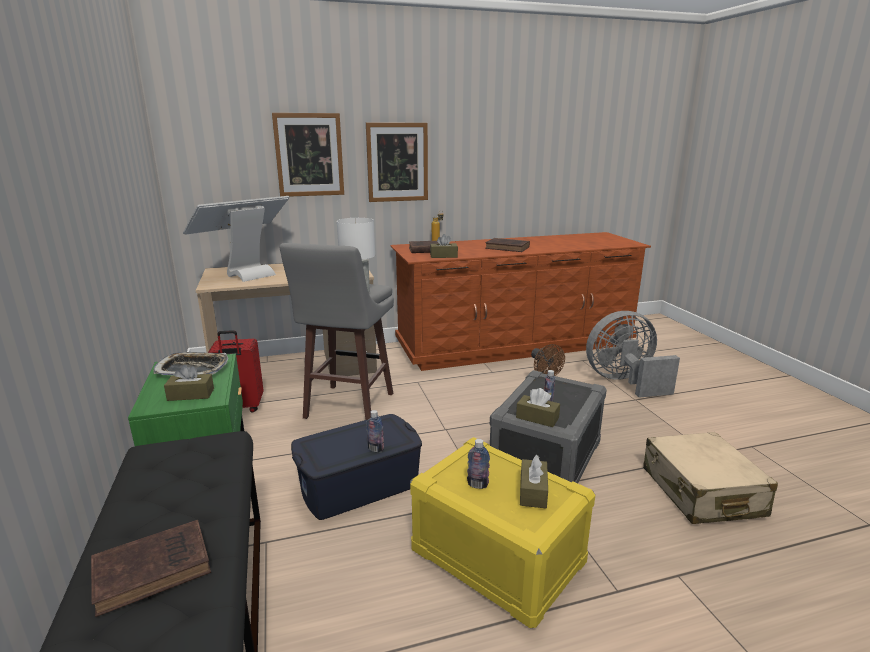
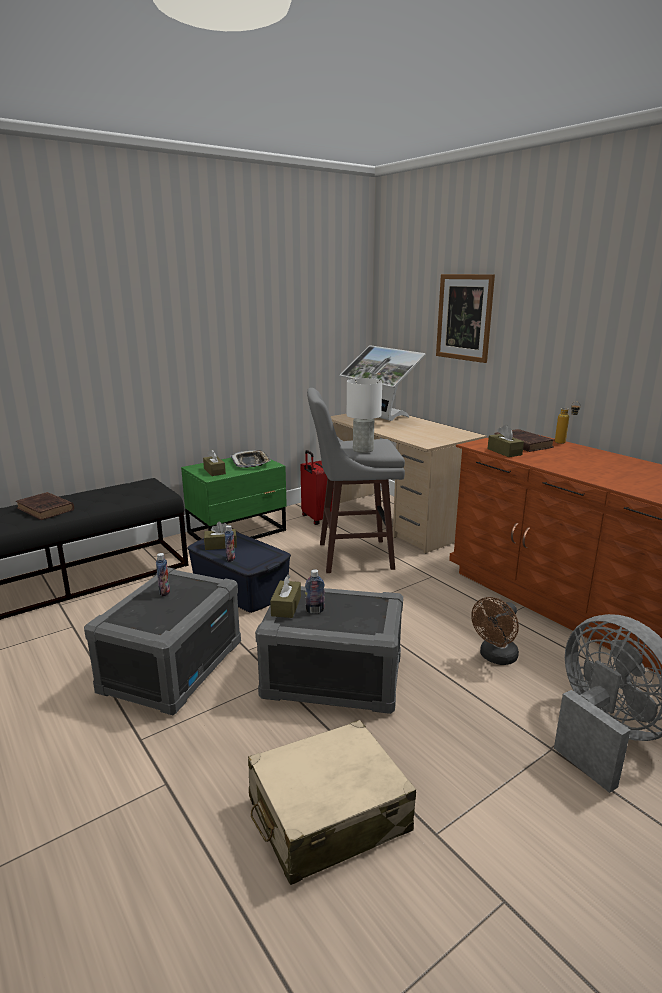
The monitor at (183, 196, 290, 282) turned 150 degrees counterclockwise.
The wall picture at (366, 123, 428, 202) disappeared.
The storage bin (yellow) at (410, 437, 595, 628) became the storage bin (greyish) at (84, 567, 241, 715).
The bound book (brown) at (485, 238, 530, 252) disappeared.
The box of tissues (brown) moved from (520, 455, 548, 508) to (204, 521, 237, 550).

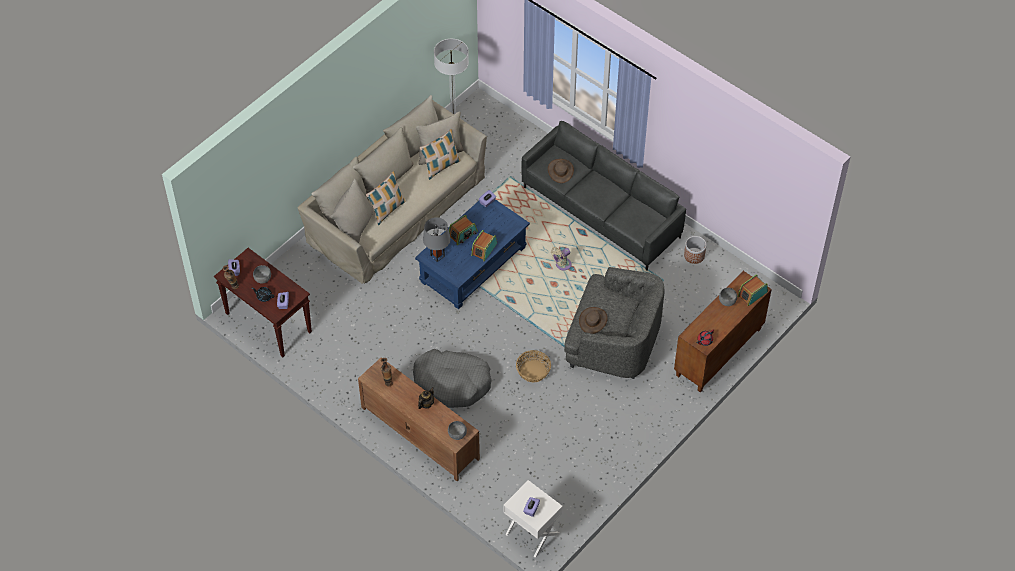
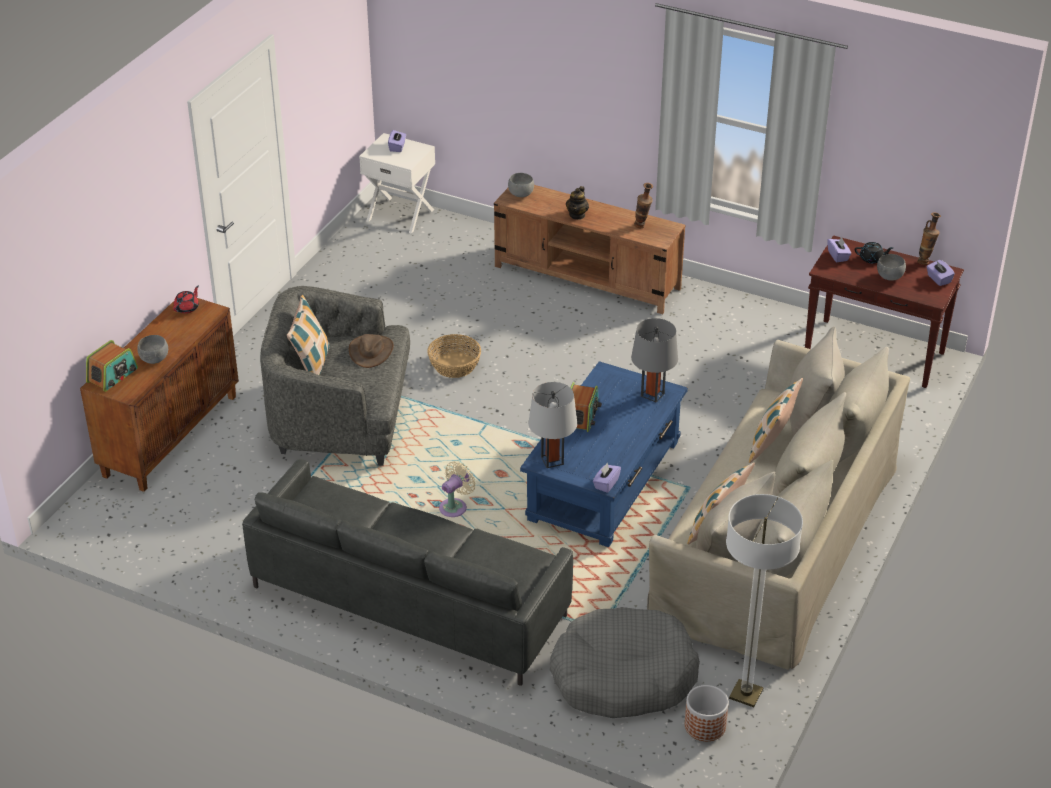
The dog bed (greyish) moved from (413, 349, 492, 408) to (550, 607, 700, 718).
The radio set at (449, 215, 478, 245) disappeared.
The wearable hat (brown) at (548, 159, 574, 183) disappeared.
The planter moved from (684, 236, 706, 264) to (685, 685, 729, 741).
The cushion at (287, 295, 330, 375) appeared.
The lamp for a table (greyish) at (528, 382, 577, 468) appeared.

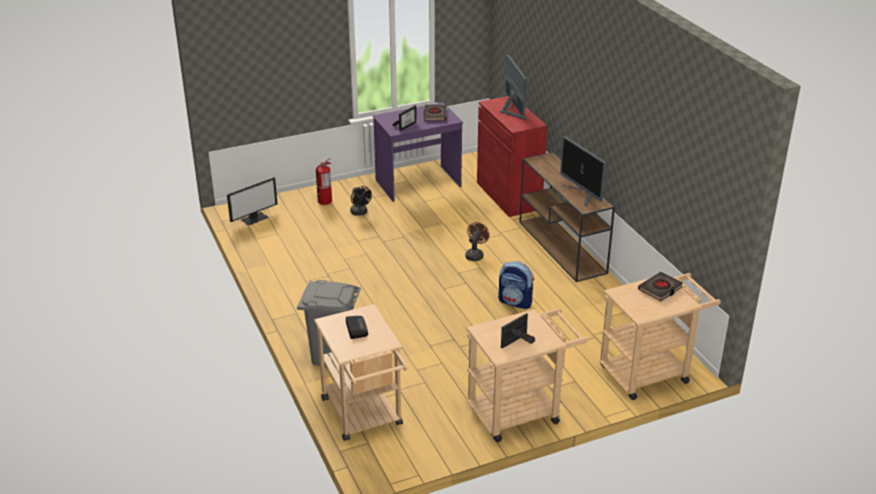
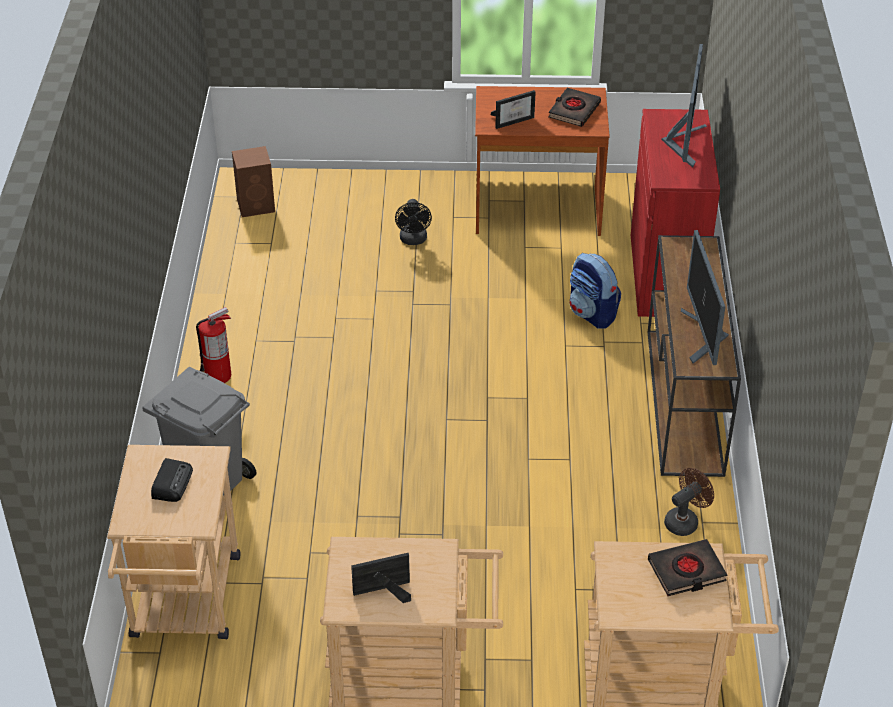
The monitor at (227, 177, 278, 226) was replaced by the loudspeaker (brown) at (232, 146, 275, 217).
The fire extinguisher moved from (316, 157, 332, 205) to (196, 307, 231, 383).
The desk (purple-coloured) at (373, 102, 463, 202) became the desk (brown) at (475, 86, 610, 236).
The electric fan (brown) moved from (465, 222, 489, 261) to (664, 468, 714, 536).
The backpack moved from (498, 261, 534, 309) to (570, 253, 621, 328).

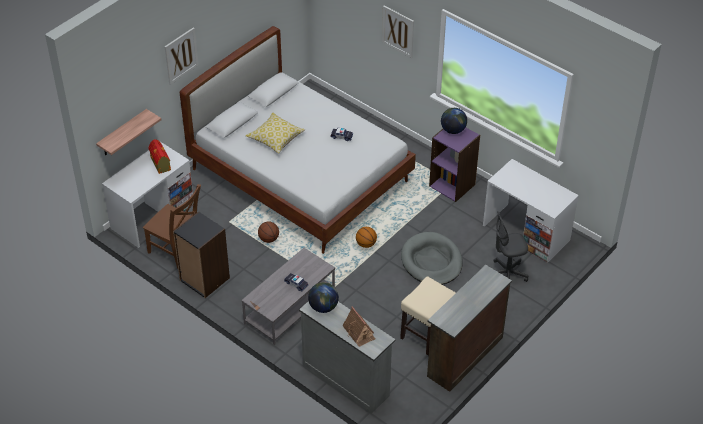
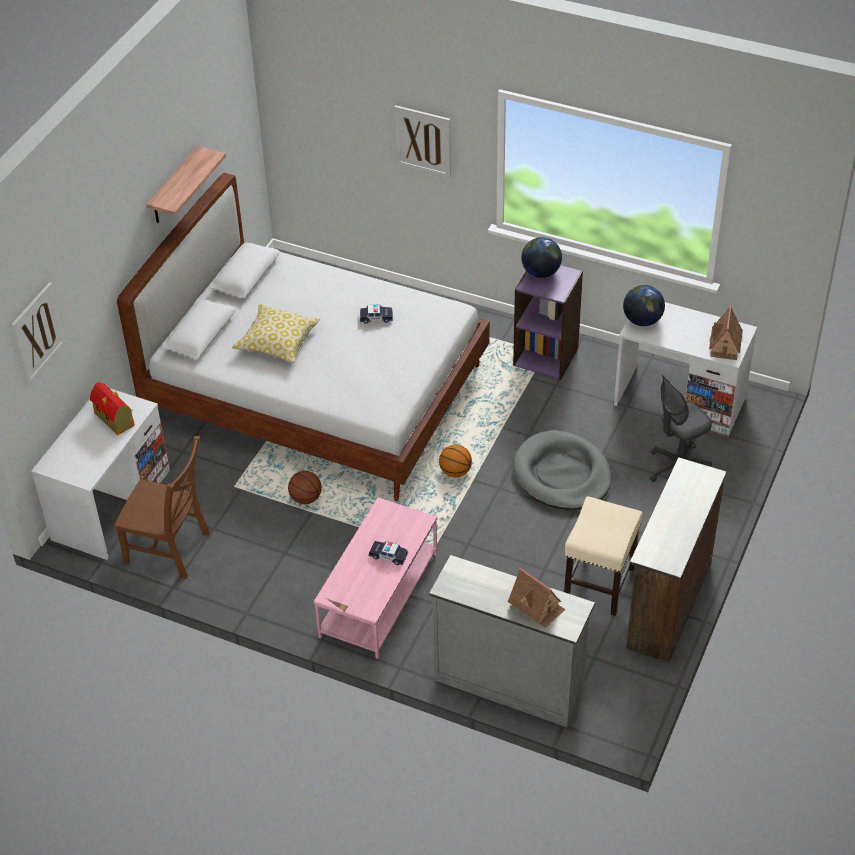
The bracket shelf moved from (96, 109, 161, 155) to (146, 146, 226, 223).
The wall picture moved from (165, 27, 199, 85) to (11, 282, 66, 385).
The bookshelf (black) at (173, 212, 230, 298) disappeared.
The lounge table (greyish) at (241, 248, 335, 345) became the lounge table (pinkish) at (314, 498, 437, 659).
The desk globe moved from (308, 282, 339, 313) to (623, 285, 665, 326).
The toy house at (709, 306, 743, 360) appeared.

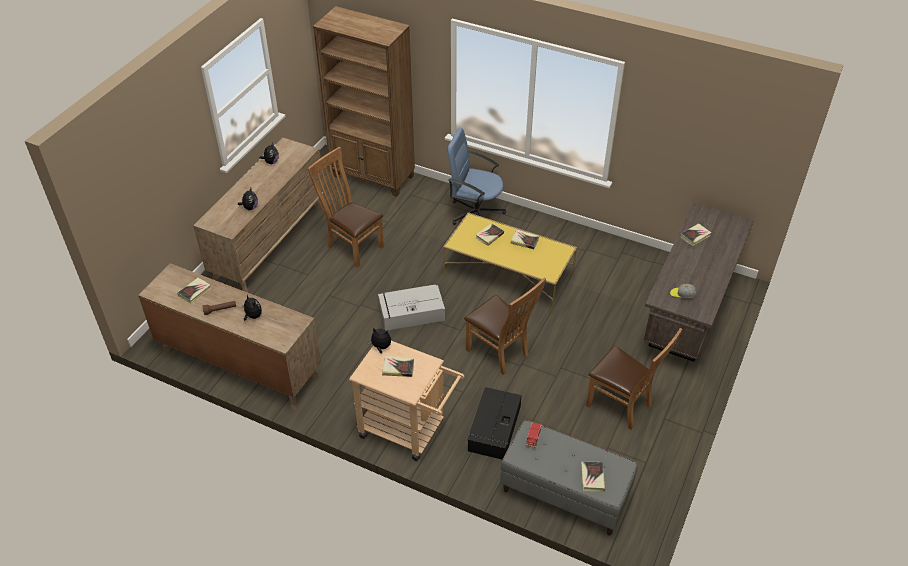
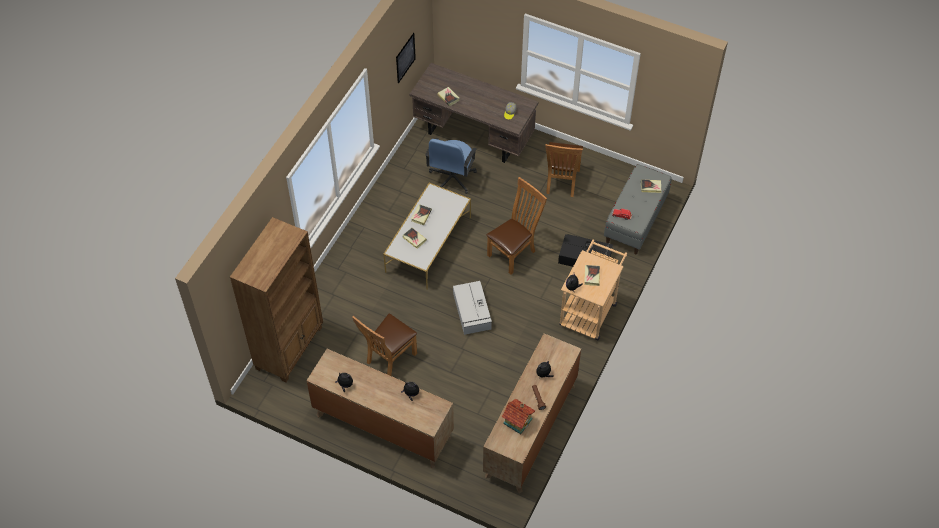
The bound book at (177, 278, 211, 304) was replaced by the toy house at (501, 399, 535, 434).
The lounge table (yellow) at (443, 212, 577, 313) became the lounge table (white) at (383, 183, 471, 290).
The office chair (bluish) moved from (448, 128, 506, 225) to (425, 138, 477, 194).
The chair (brown) at (586, 328, 682, 430) turned 150 degrees clockwise.
The wall picture at (396, 33, 416, 83) appeared.

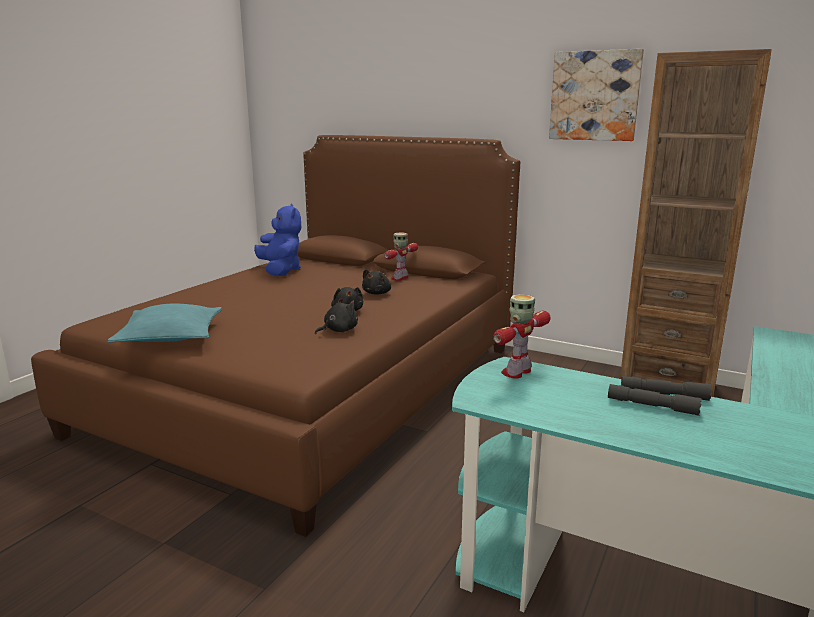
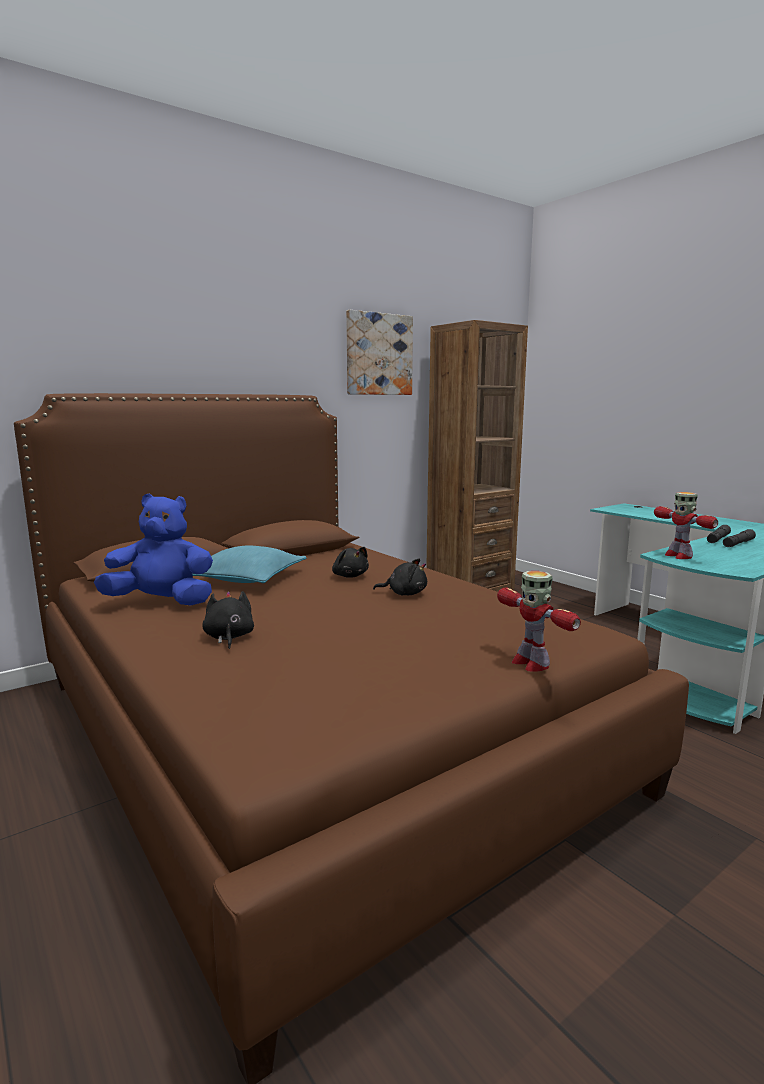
The cushion (turquoise-coloured) moved from (107, 304, 222, 343) to (192, 545, 306, 583).
The cuddly toy (black) moved from (315, 298, 358, 334) to (202, 591, 254, 649).
The model robot moved from (384, 232, 418, 281) to (497, 571, 581, 672).

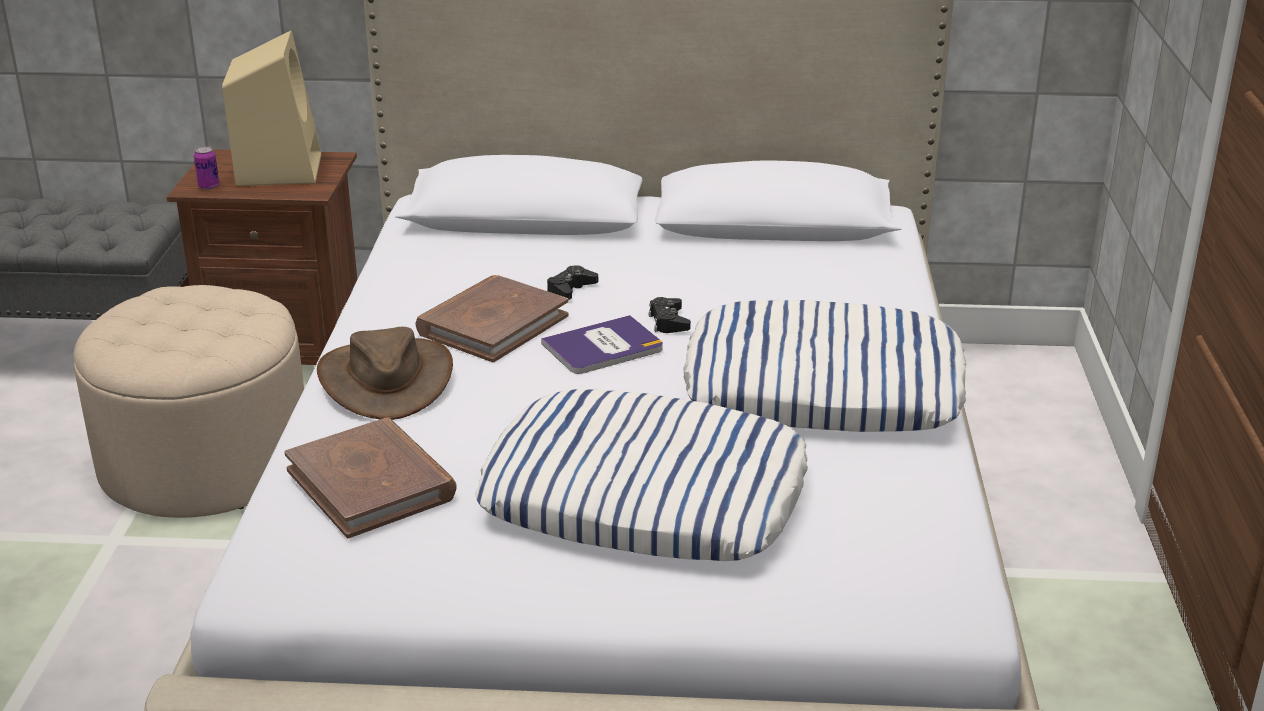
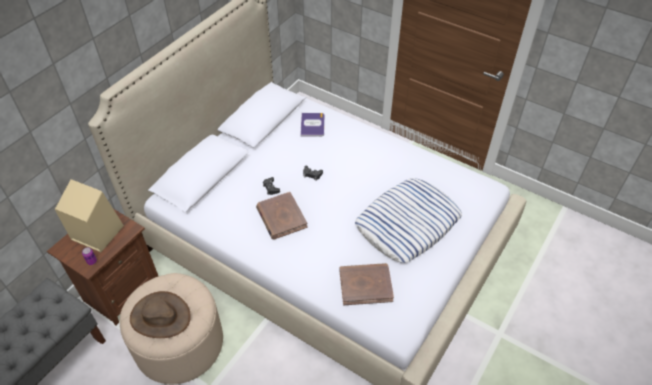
The wearable hat (brown) moved from (317, 327, 453, 420) to (130, 291, 191, 338).
The bound book moved from (541, 315, 663, 374) to (300, 113, 324, 137).
The cushion at (683, 300, 966, 432) disappeared.

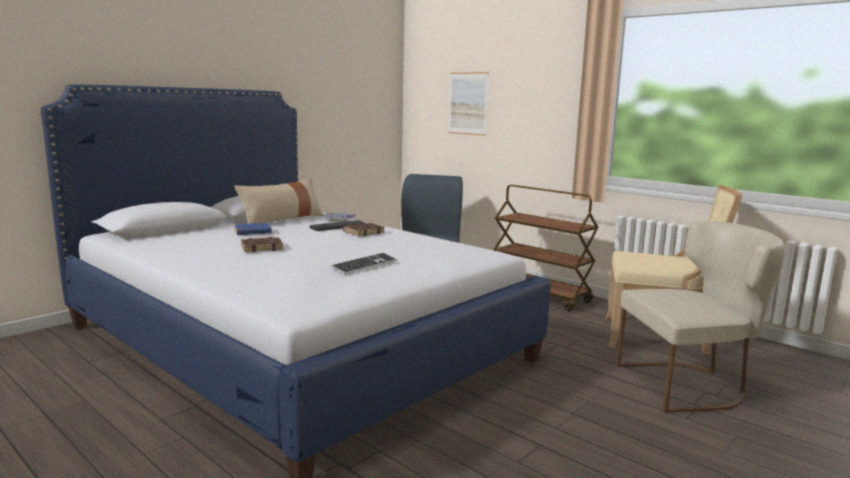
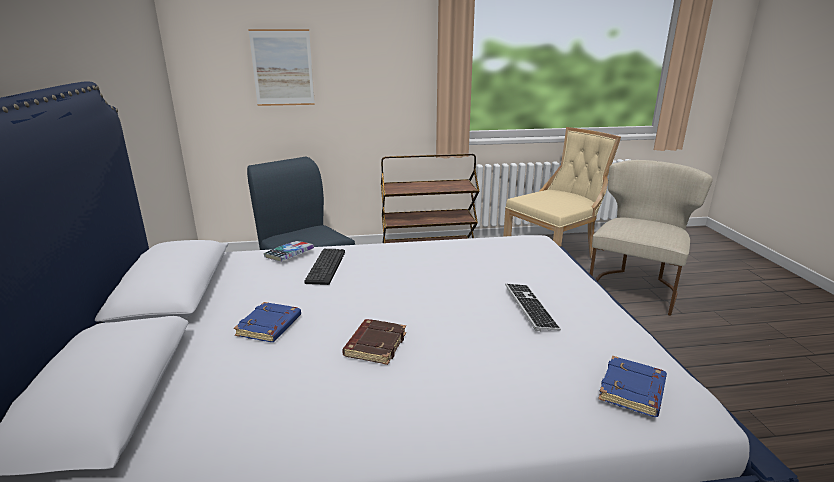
The cushion (beige) at (234, 178, 323, 224) disappeared.
The bound book (brown) at (343, 223, 385, 236) disappeared.
The bound book (bluish) at (598, 356, 667, 417) appeared.

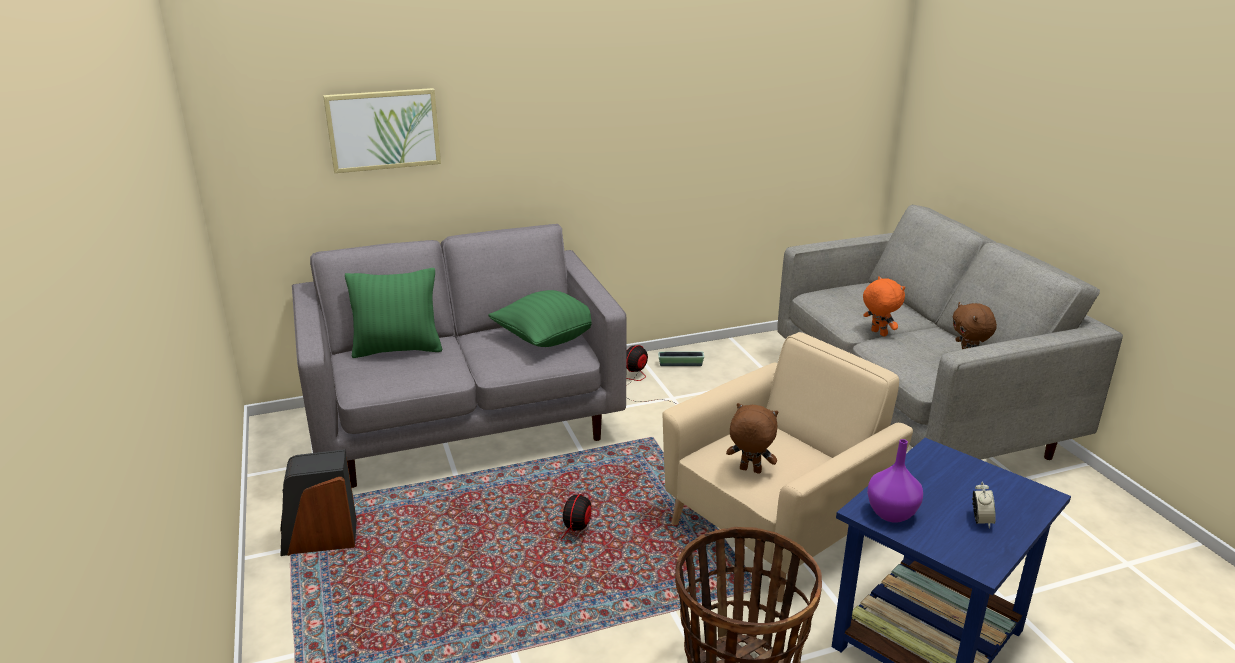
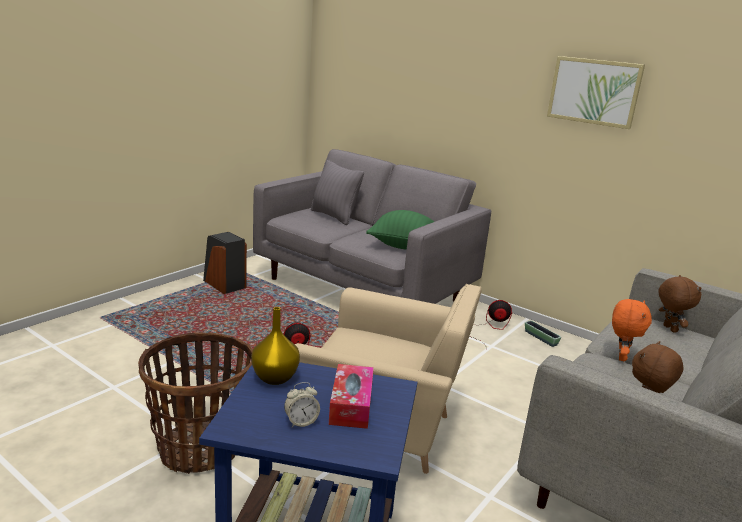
The wall picture moved from (323, 88, 441, 173) to (547, 56, 645, 129).
The cushion (green-coloured) at (345, 268, 442, 358) became the cushion (greyish) at (311, 160, 364, 225).
The cuddly toy (brown) moved from (726, 403, 778, 474) to (659, 275, 702, 333).
The vase (purple-coloured) at (867, 439, 923, 523) became the vase (yellow) at (251, 307, 300, 385).
The box of tissues at (329, 364, 374, 429) appeared.

